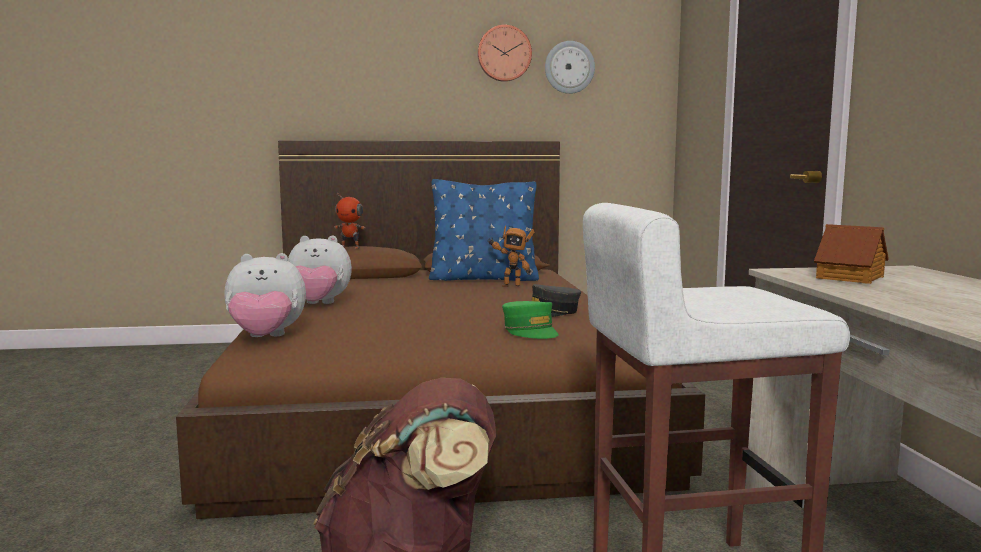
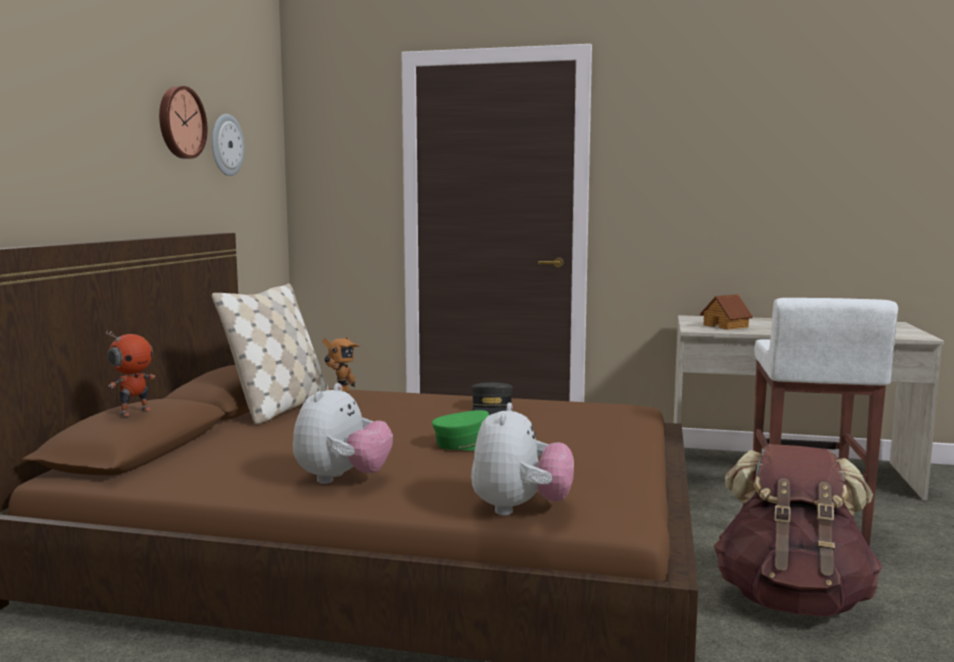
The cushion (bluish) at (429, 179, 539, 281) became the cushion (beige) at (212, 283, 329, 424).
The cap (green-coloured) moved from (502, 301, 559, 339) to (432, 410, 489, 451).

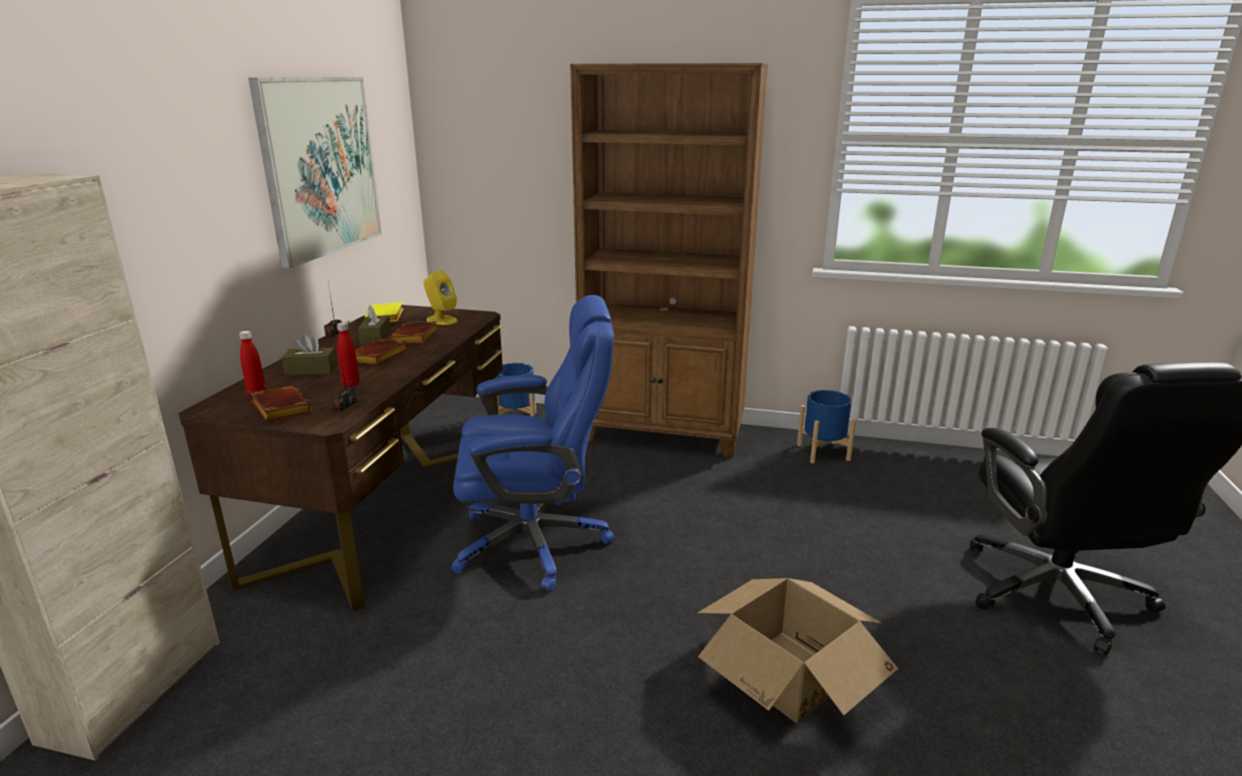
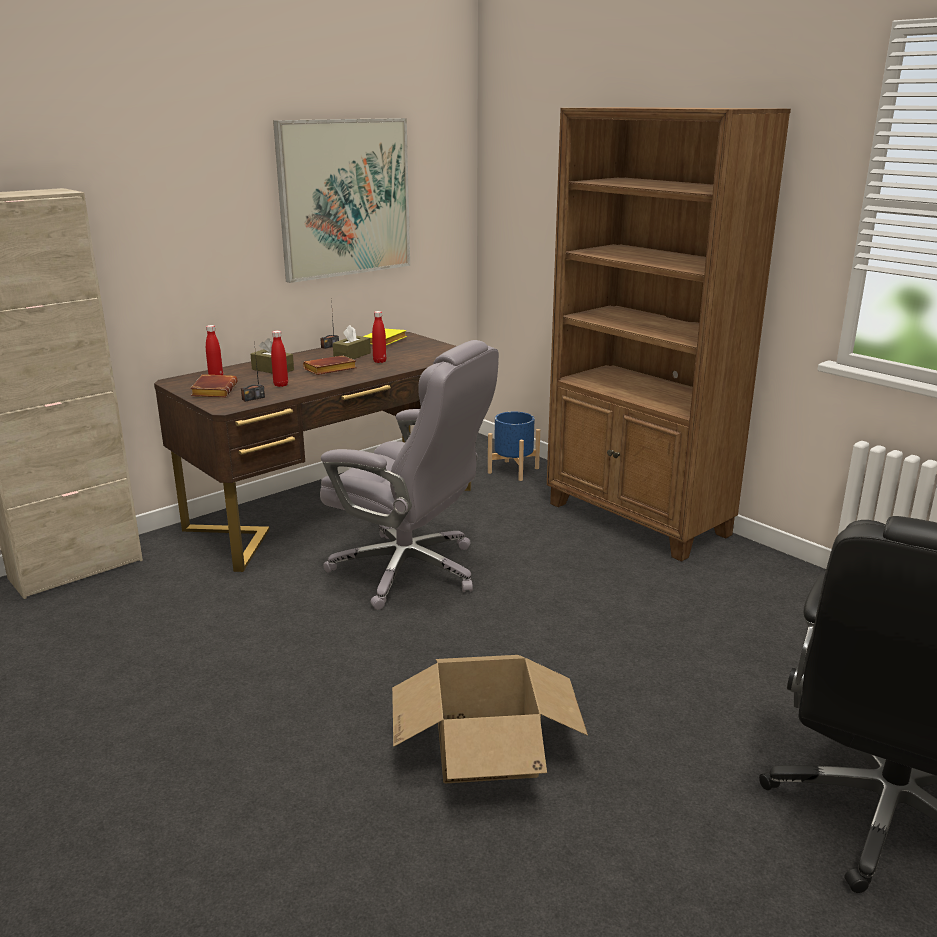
The bound book (brown) at (389, 321, 438, 344) was replaced by the beverage bottle (red) at (372, 311, 387, 363).
The loudspeaker (yellow) at (423, 270, 458, 325) disappeared.
The office chair (bluish) at (451, 295, 615, 591) became the office chair (greyish) at (320, 340, 499, 610).
The planter (bluish) at (797, 390, 856, 463) disappeared.

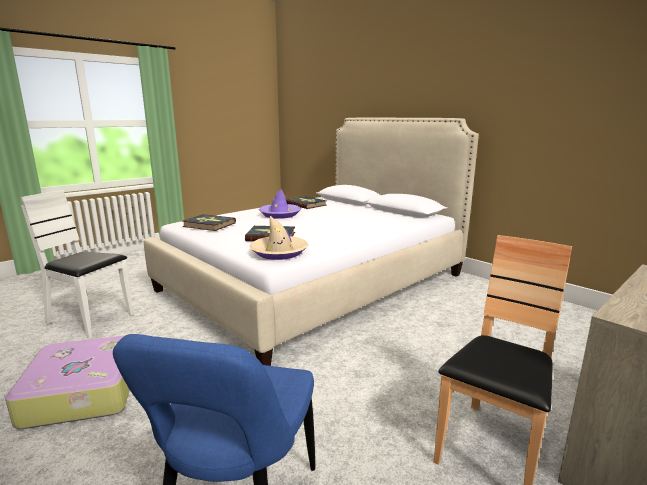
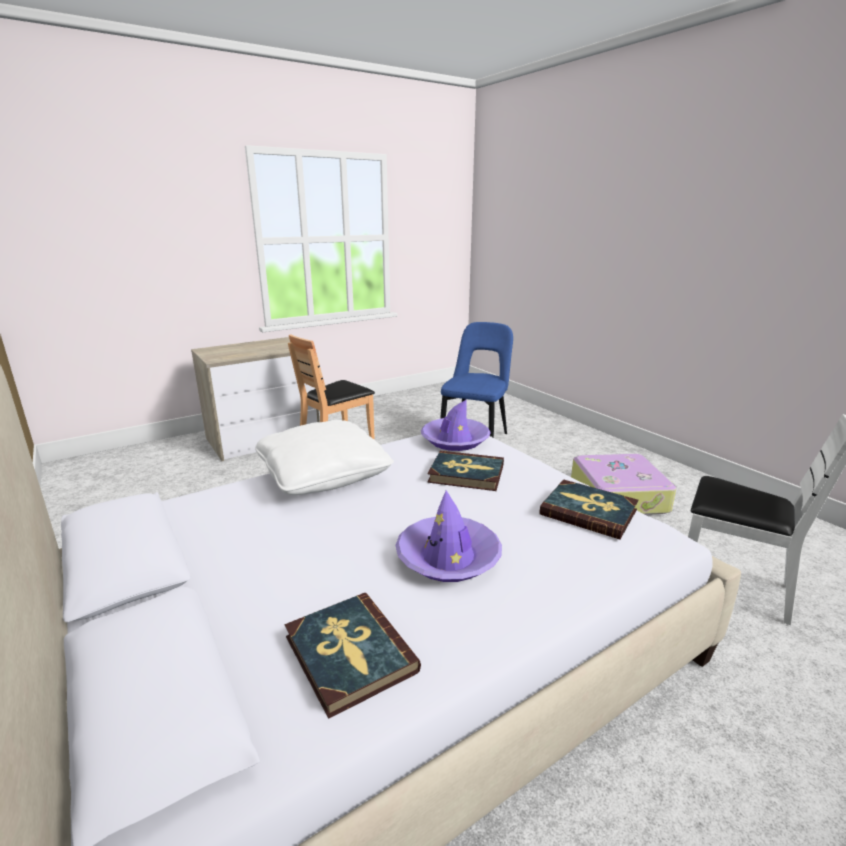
The wearable hat (beige) at (250, 216, 308, 260) became the wearable hat (purple-coloured) at (421, 399, 491, 451).
The cushion (white) at (255, 420, 394, 495) appeared.

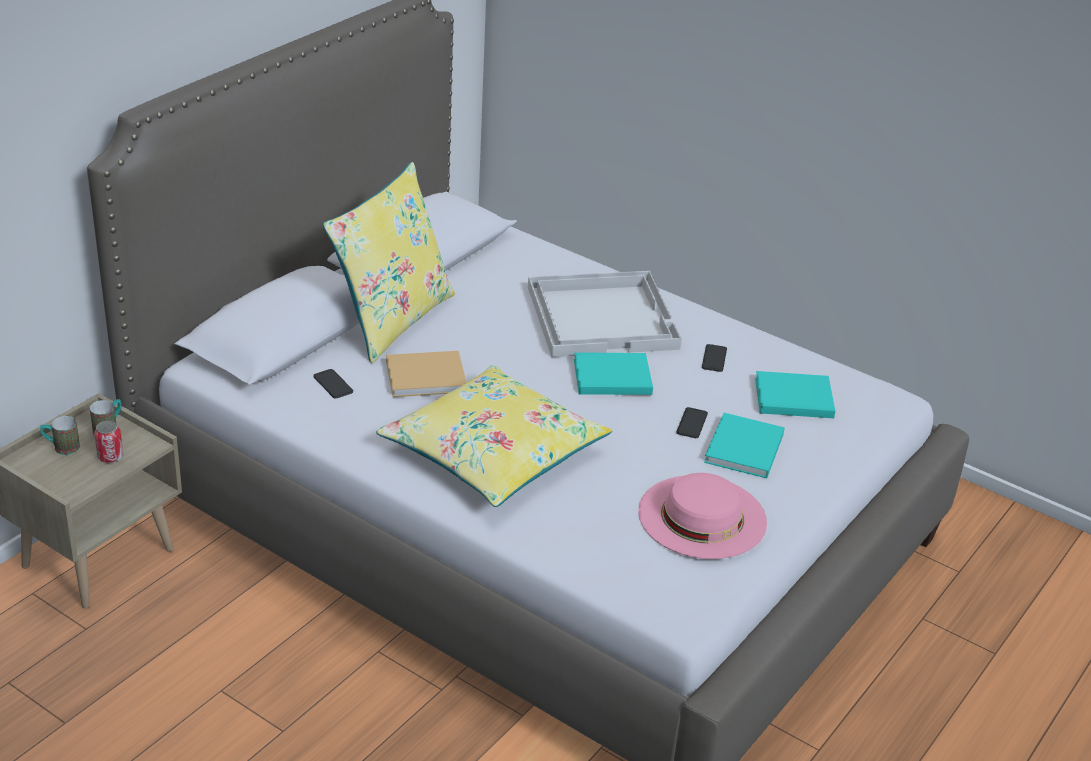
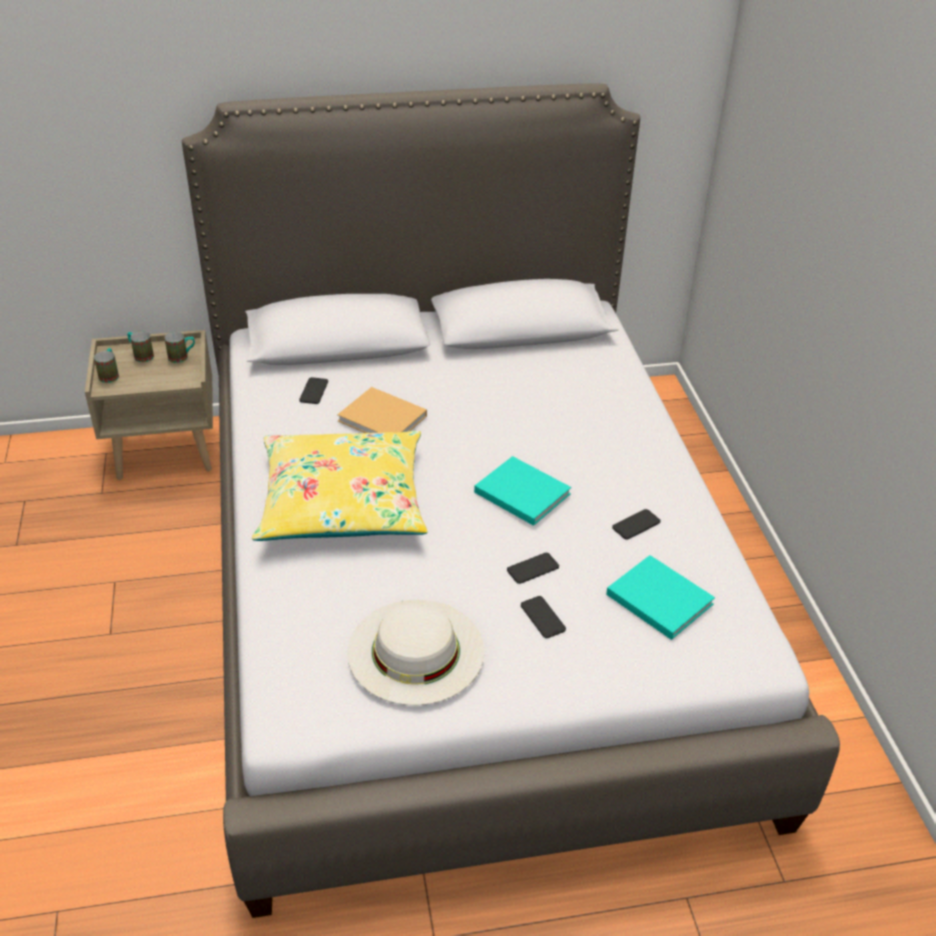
The metal can at (94, 421, 123, 463) disappeared.
The cushion (yellow) at (323, 162, 455, 363) disappeared.
The tray (white) at (528, 271, 682, 357) disappeared.
The wearable hat (pinkish) at (638, 473, 767, 559) became the wearable hat (white) at (347, 600, 484, 705).
The bound book (turquoise-coloured) at (704, 413, 785, 478) was replaced by the handset at (521, 596, 566, 638).
The mug at (94, 348, 119, 383) appeared.

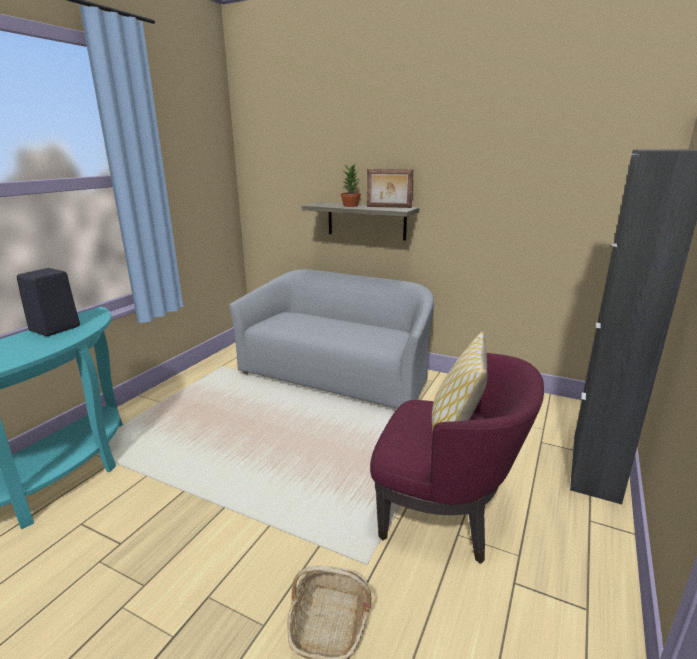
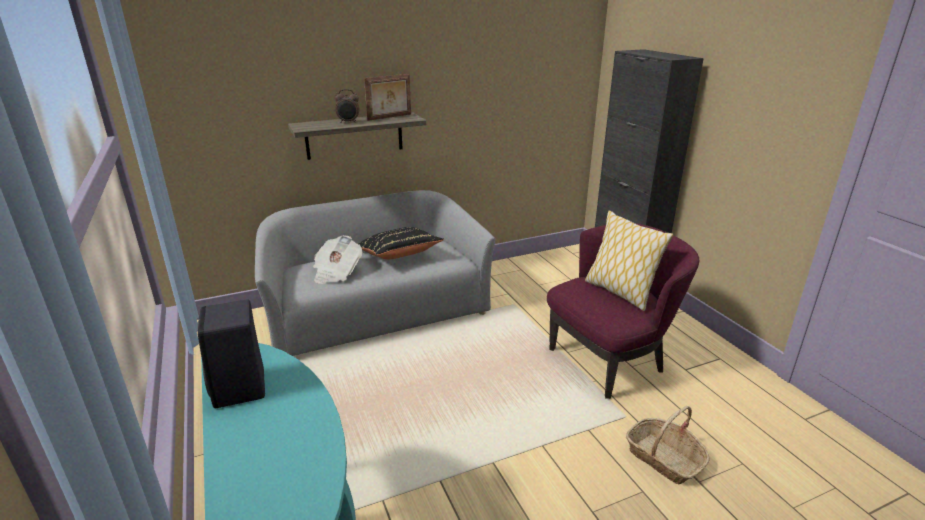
The potted plant at (341, 163, 361, 207) was replaced by the bedside clock at (335, 89, 359, 123).
The newspaper at (313, 235, 362, 284) appeared.
The cushion (black) at (357, 227, 444, 260) appeared.

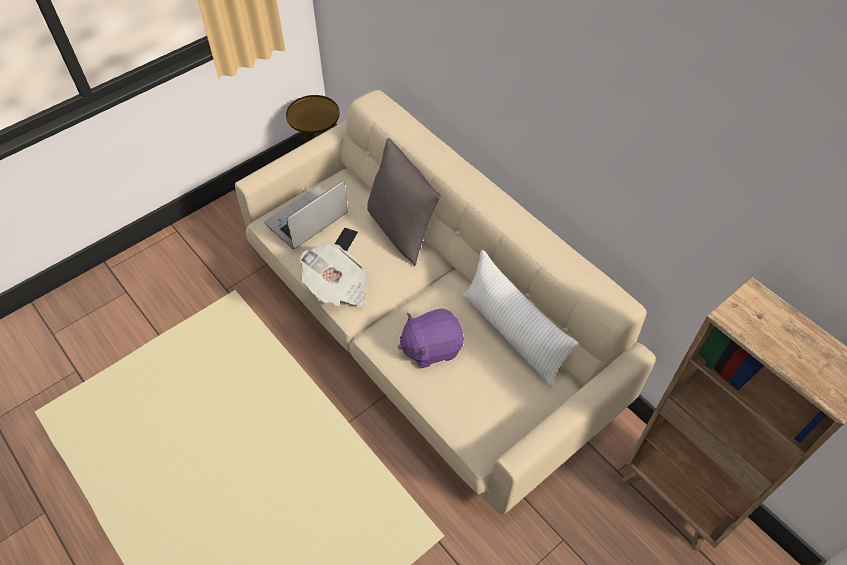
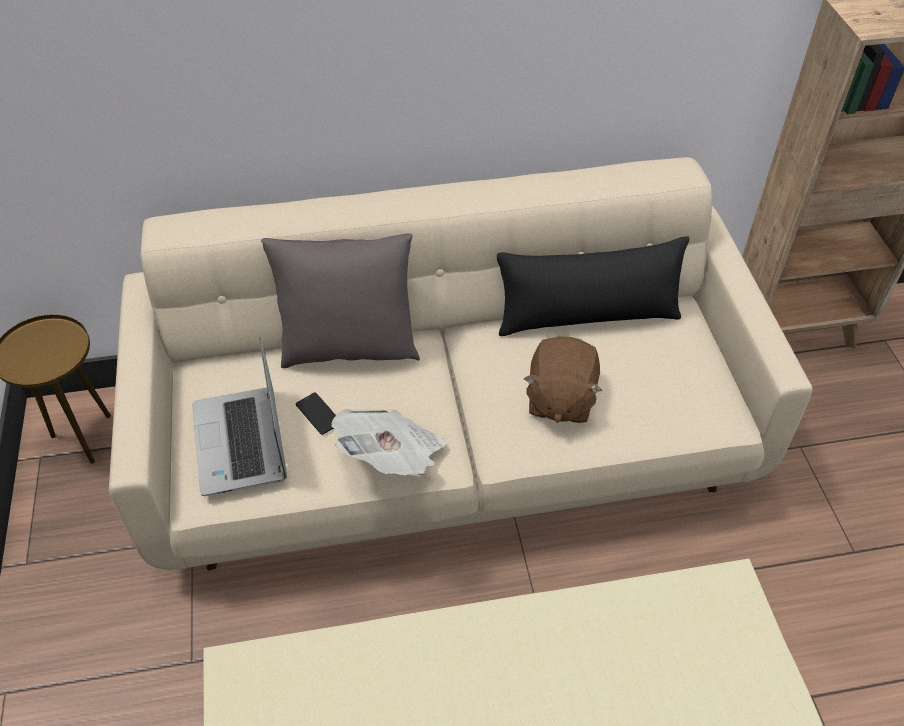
The cuddly toy (purple-coloured) at (398, 308, 464, 368) became the cuddly toy (brown) at (524, 336, 602, 423).
The cushion (white) at (462, 250, 579, 388) became the cushion (black) at (497, 236, 689, 336).

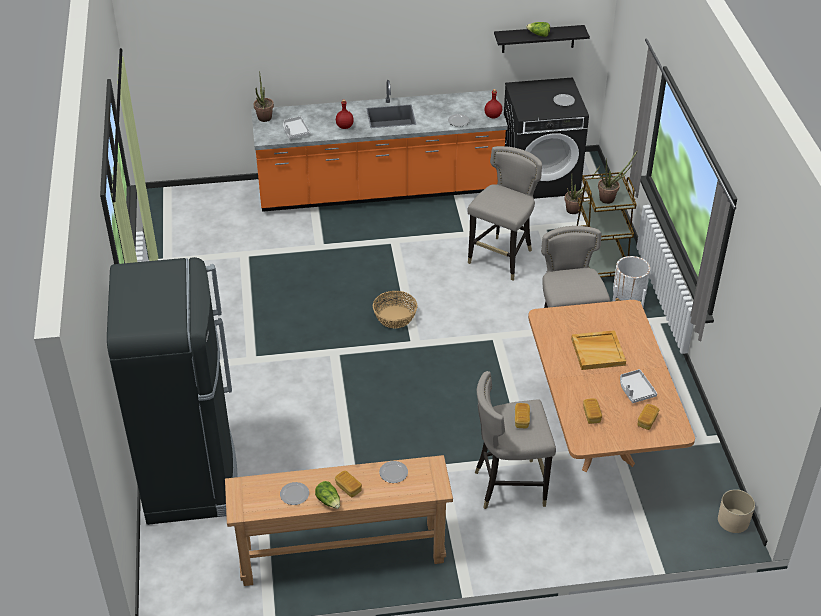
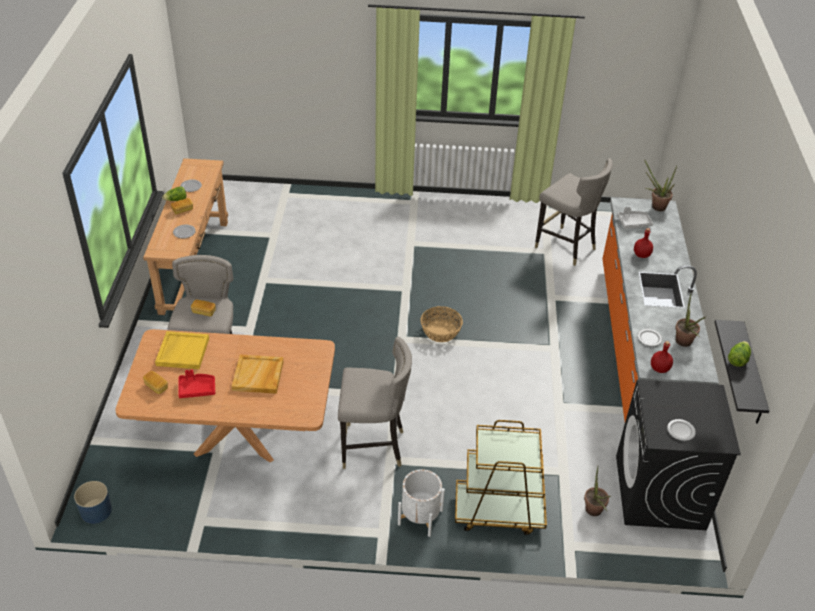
The refrigerator (black) at (107, 257, 238, 525) disappeared.
The sitting stool (greyish) moved from (468, 146, 542, 280) to (535, 158, 613, 266).
The bread at (583, 398, 602, 424) was replaced by the tray (yellow) at (155, 331, 209, 369).
The potted plant moved from (598, 150, 638, 204) to (675, 292, 706, 347).
The tray (greyish) at (620, 369, 657, 403) became the tray (red) at (178, 369, 215, 398).
The planter (beige) at (718, 489, 755, 533) became the planter (bluish) at (74, 481, 112, 524).

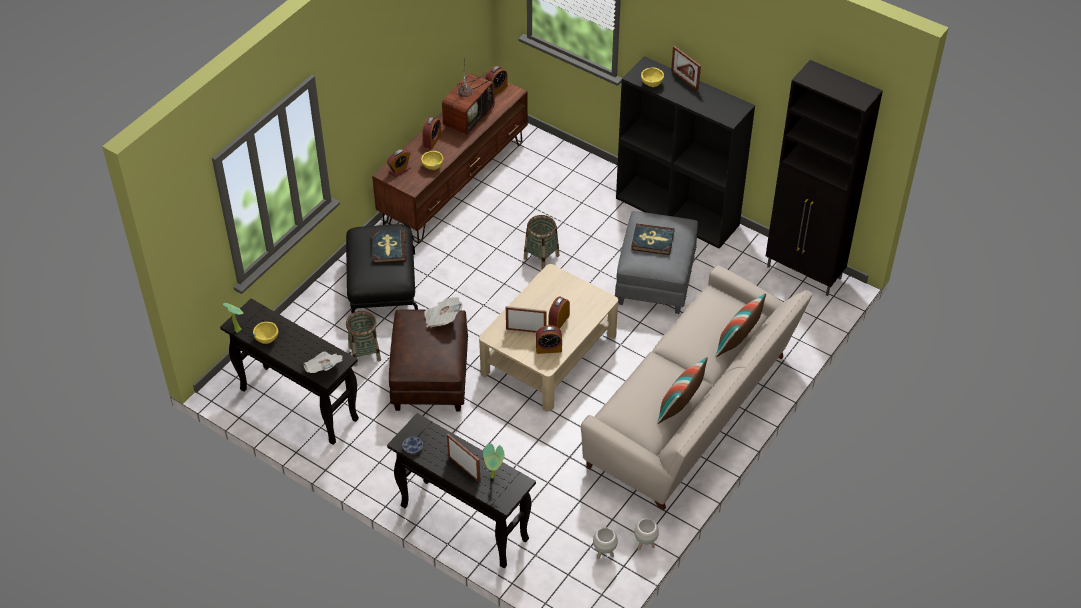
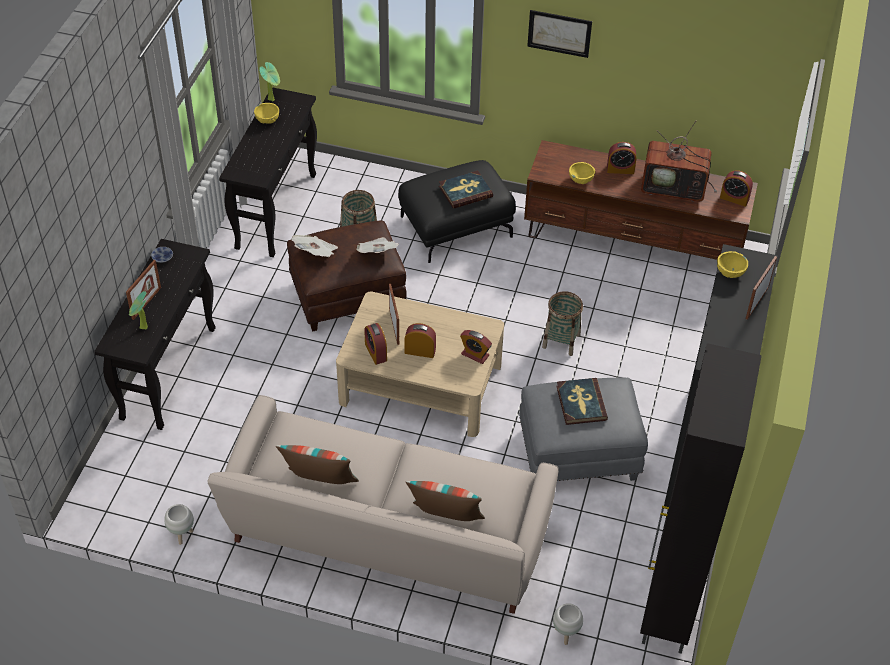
The newspaper moved from (304, 351, 342, 373) to (291, 235, 338, 257).
The bedside clock moved from (387, 149, 411, 177) to (460, 330, 492, 364).
The planter (white) moved from (593, 527, 618, 559) to (553, 603, 583, 645).
The wall picture at (527, 10, 592, 58) appeared.

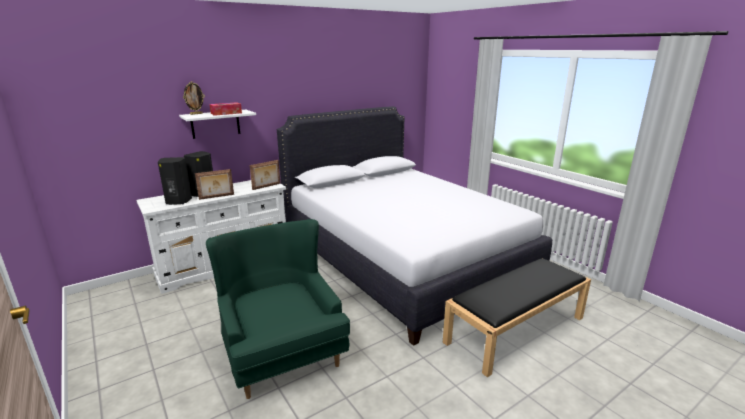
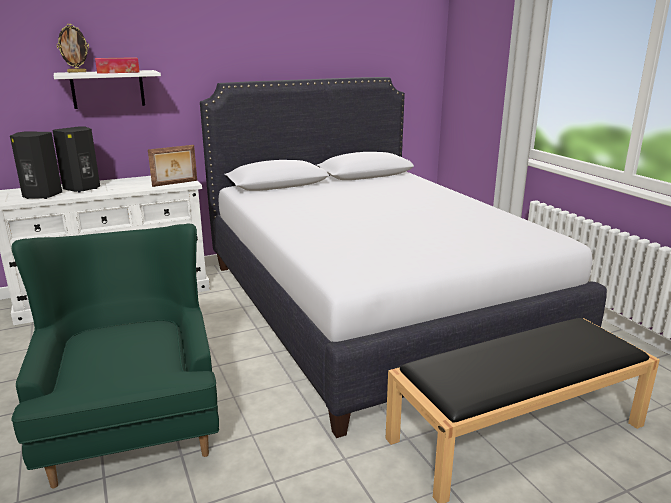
The photo frame at (195, 169, 234, 200) disappeared.

